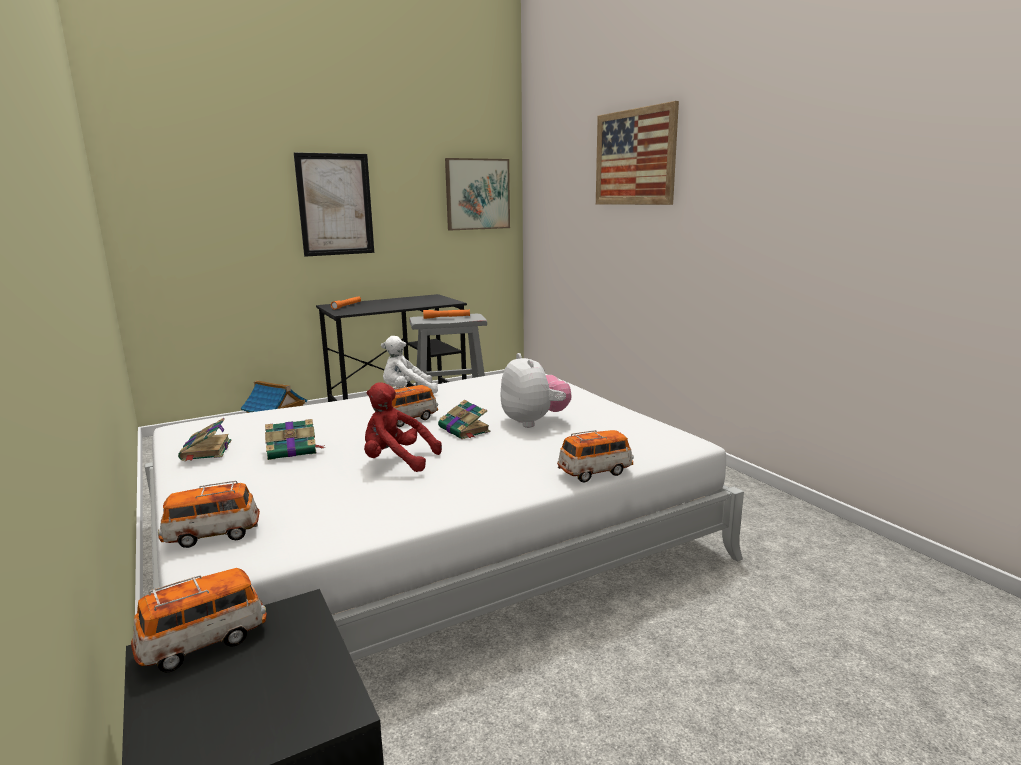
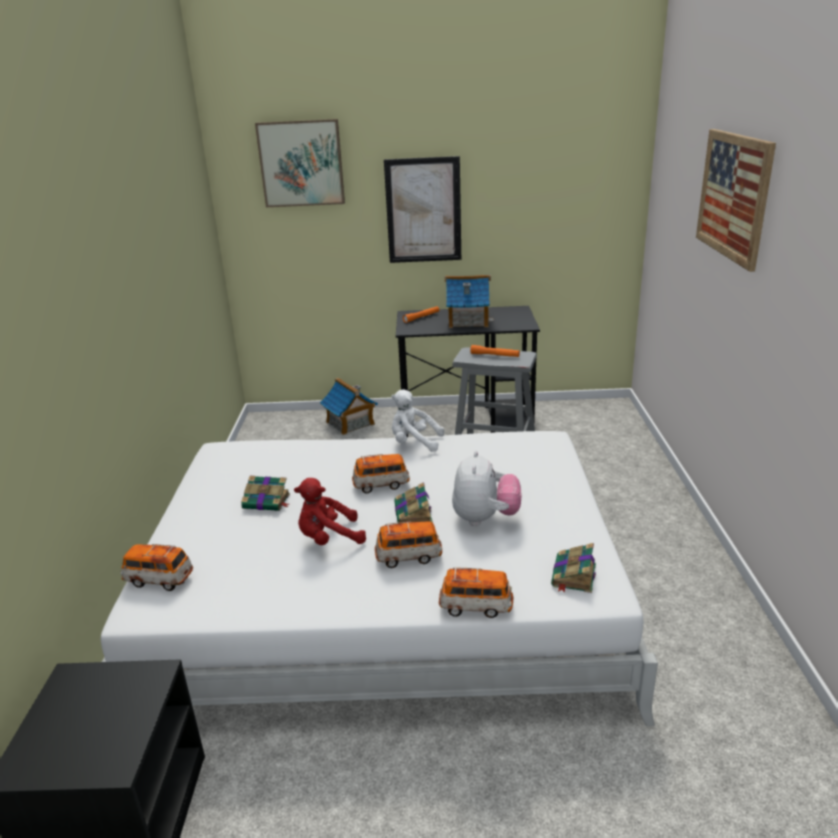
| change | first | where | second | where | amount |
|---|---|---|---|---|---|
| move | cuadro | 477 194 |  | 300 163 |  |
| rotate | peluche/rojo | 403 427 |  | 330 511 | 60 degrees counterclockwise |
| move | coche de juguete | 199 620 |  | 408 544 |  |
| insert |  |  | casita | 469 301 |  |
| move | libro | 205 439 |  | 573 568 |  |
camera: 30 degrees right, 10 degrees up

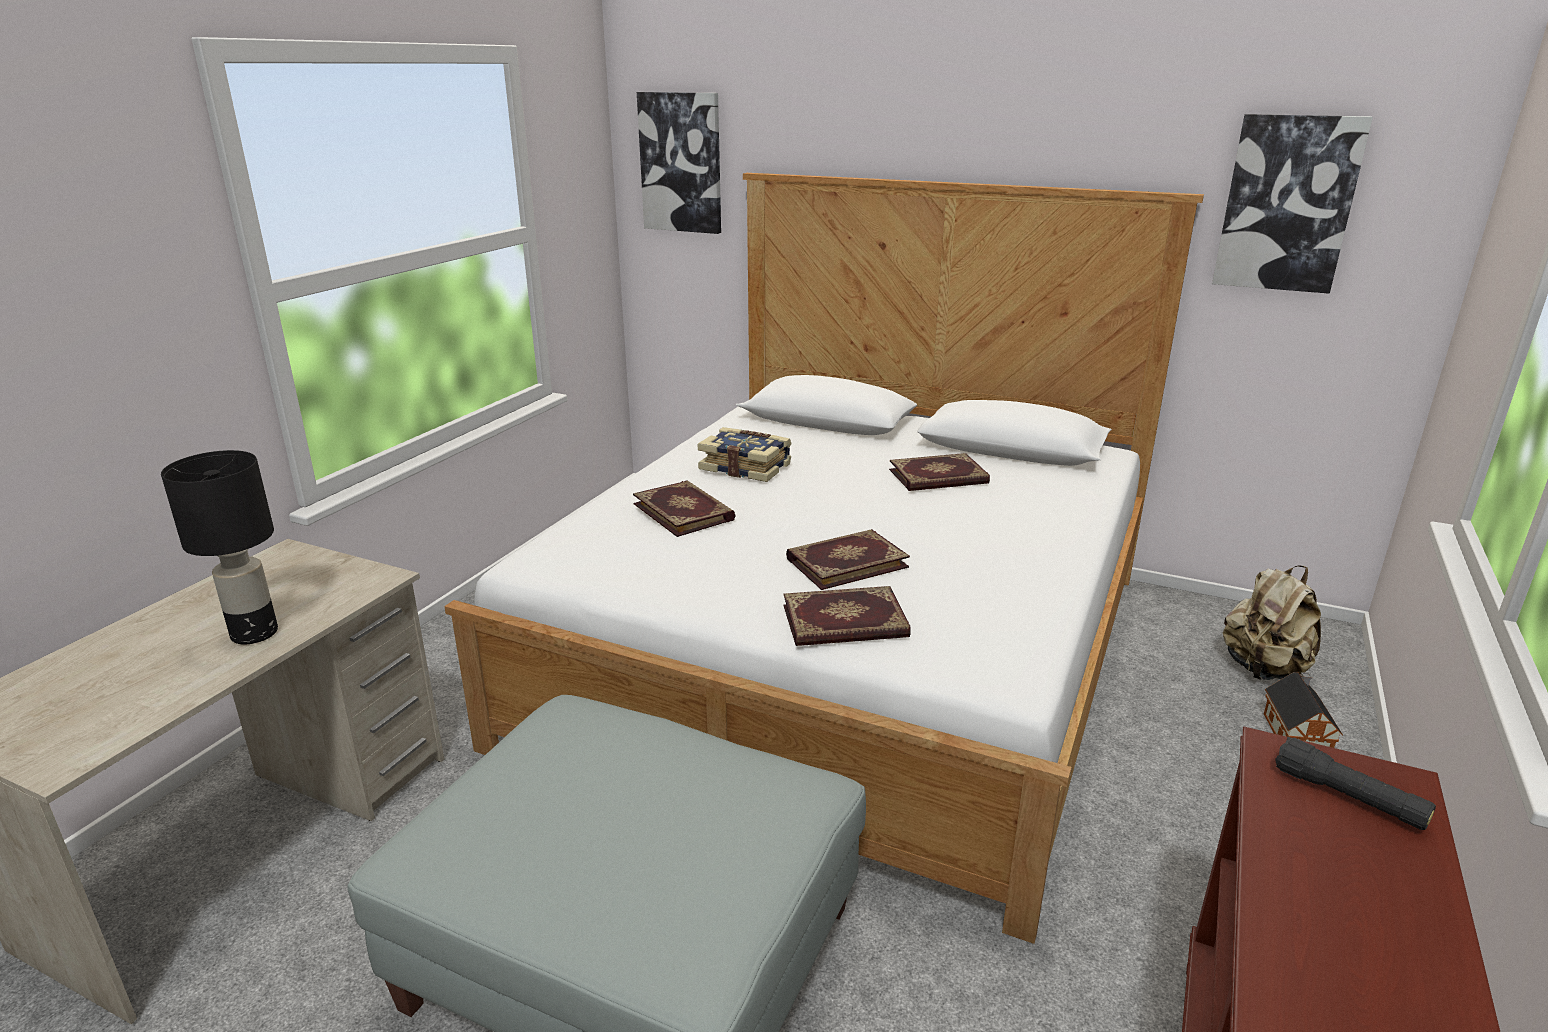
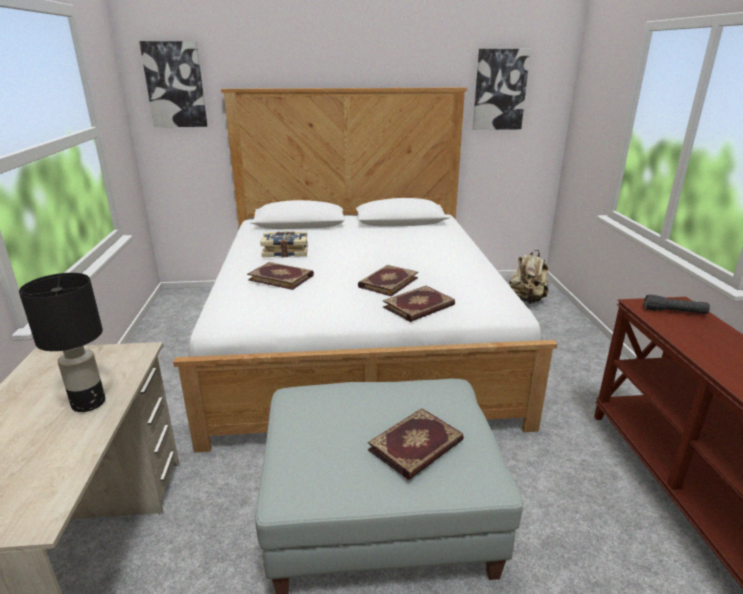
| change | first | where | second | where | amount |
|---|---|---|---|---|---|
| move | libro | 939 472 |  | 416 444 |  |
| delete | casita | 1303 710 |  |  |  |
camera: 30 degrees left, 0 degrees up

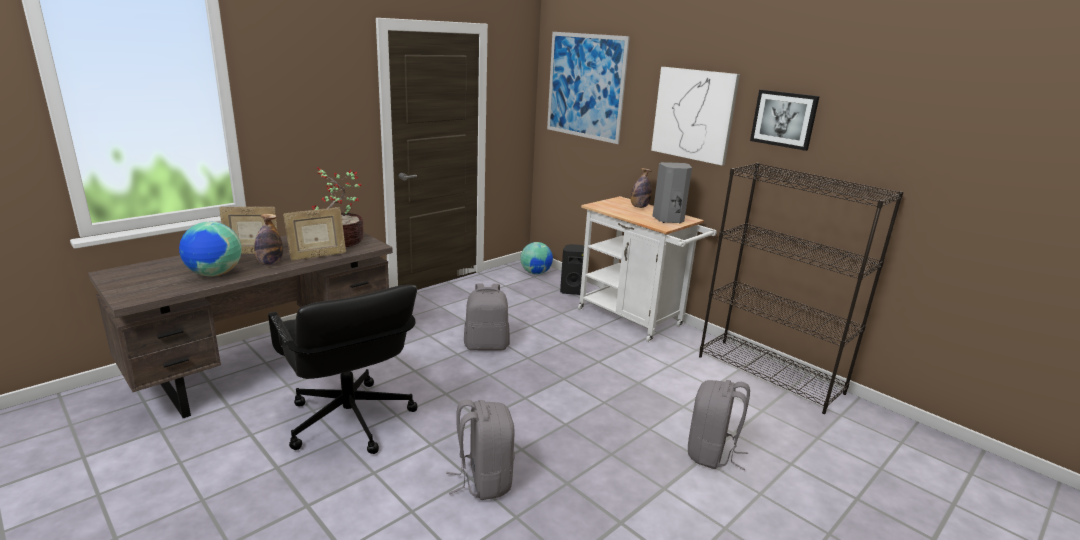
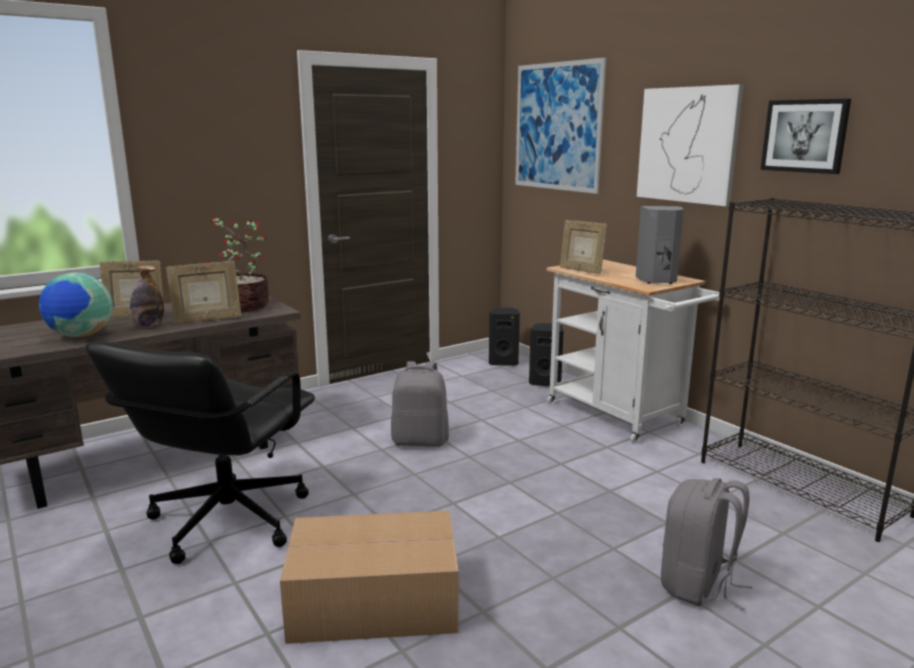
| change | first | where | second | where | amount |
|---|---|---|---|---|---|
| rotate | silla de oficina/negro | 343 369 |  | 200 453 | 45 degrees clockwise |
| replace | mochila/gris | 480 449 | caja de cartón | 369 577 |  |
| replace | globo terráqueo | 536 258 | altavoz/negro | 504 337 |  |
| insert |  |  | portarretratos | 583 247 |  |
| delete | botella | 641 188 |  |  |  |
camera: 10 degrees right, 5 degrees down

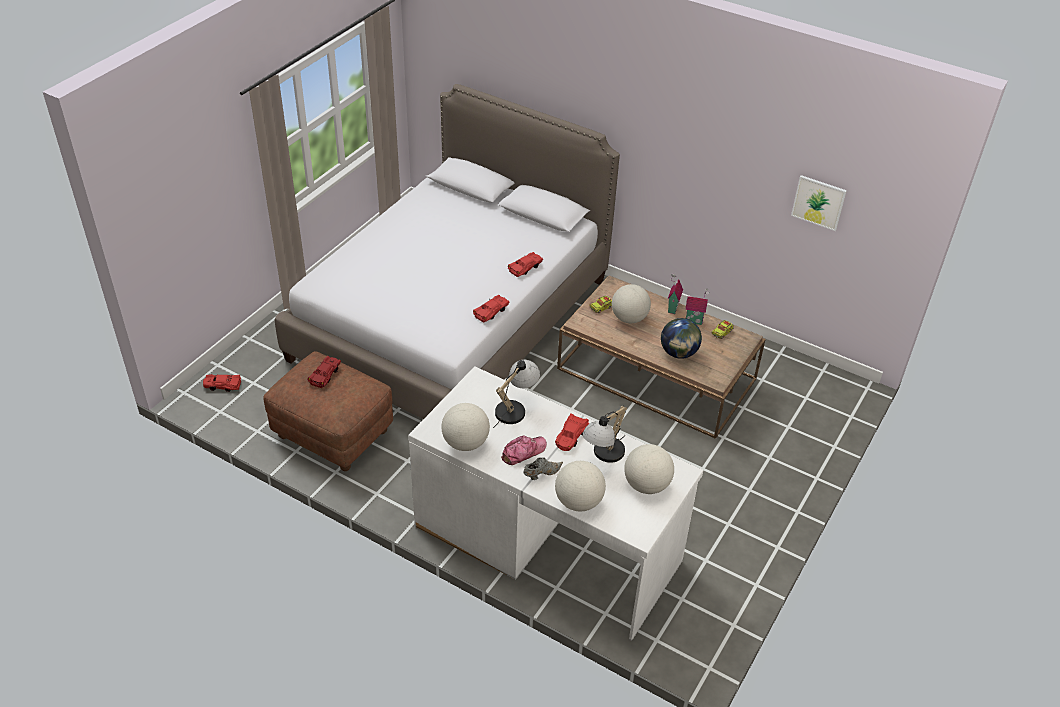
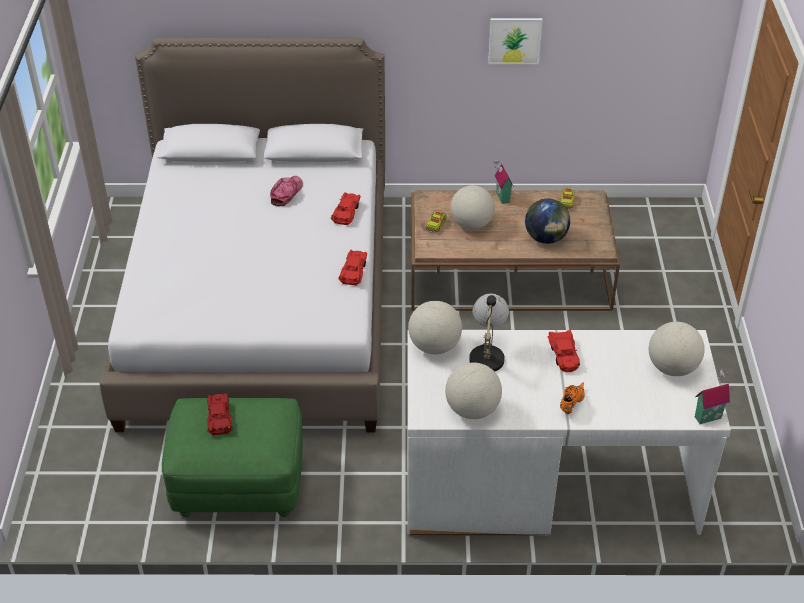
| change | first | where | second | where | amount |
|---|---|---|---|---|---|
| recolor | puf/marrón | 328 411 | puf/verde | 232 457 |  |
| move | gorra | 524 450 |  | 286 191 |  |
| move | globo terráqueo | 580 486 |  | 435 327 |  |
| move | cuadro | 819 203 |  | 515 41 |  |
| recolor | zapato/gris | 543 468 | zapato/naranja | 572 398 |  |
| move | casita | 697 307 |  | 712 396 |  |
| delete | coche de juguete/rojo | 222 383 |  |  |  |
| delete | lámpara de mesa | 605 434 |  |  |  |
camera: 30 degrees left, 0 degrees up

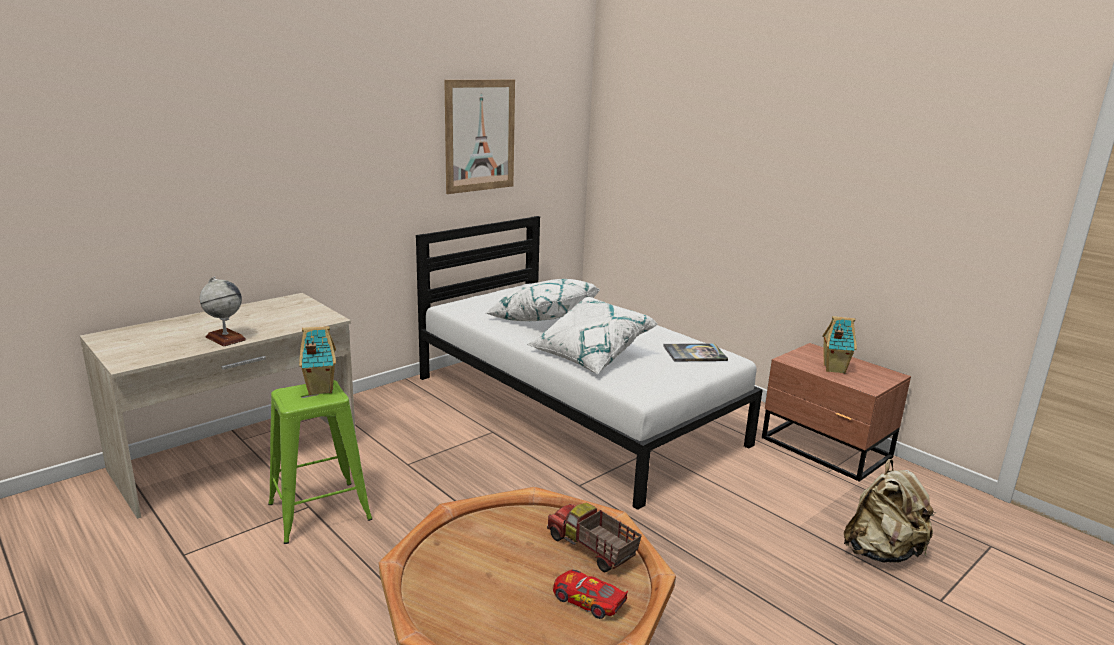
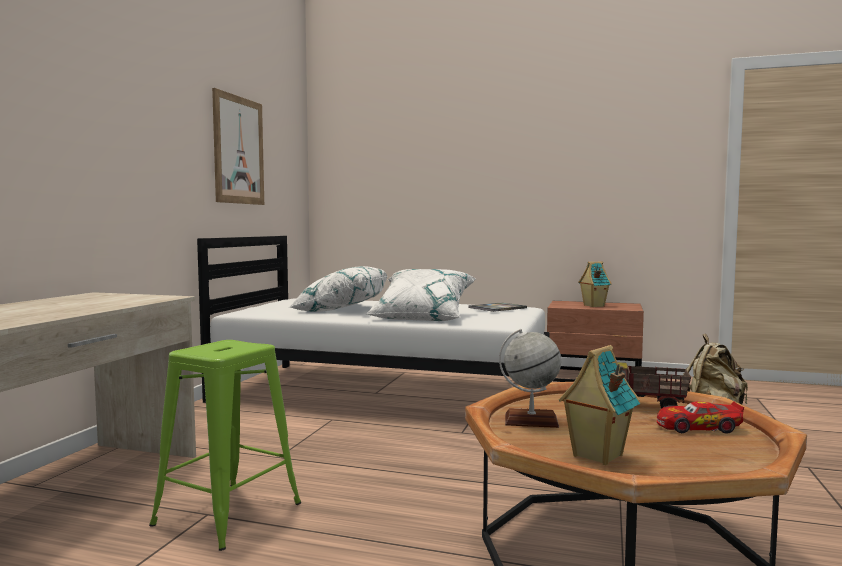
| change | first | where | second | where | amount |
|---|---|---|---|---|---|
| move | globo terráqueo | 223 311 |  | 530 378 |  |
| move | casita | 317 360 |  | 599 405 |  |
camera: 30 degrees left, 15 degrees down

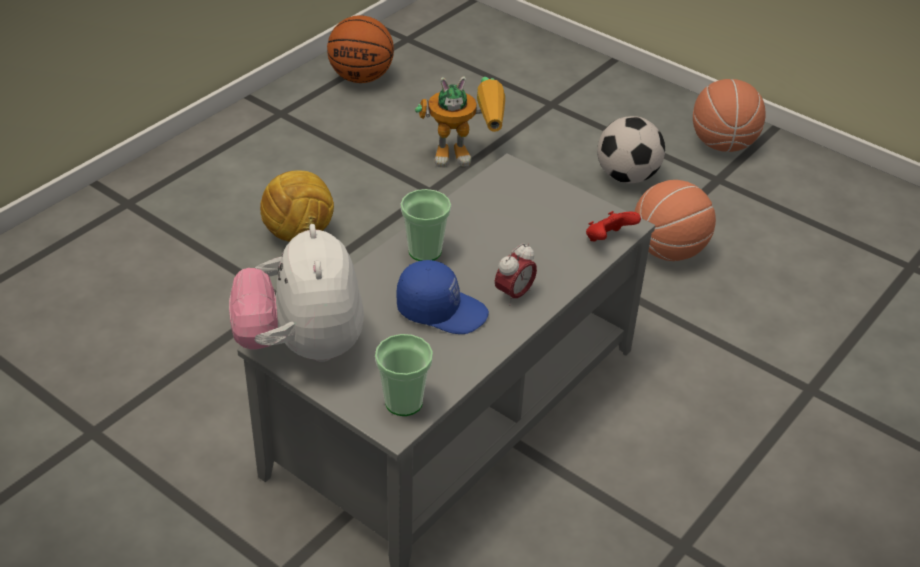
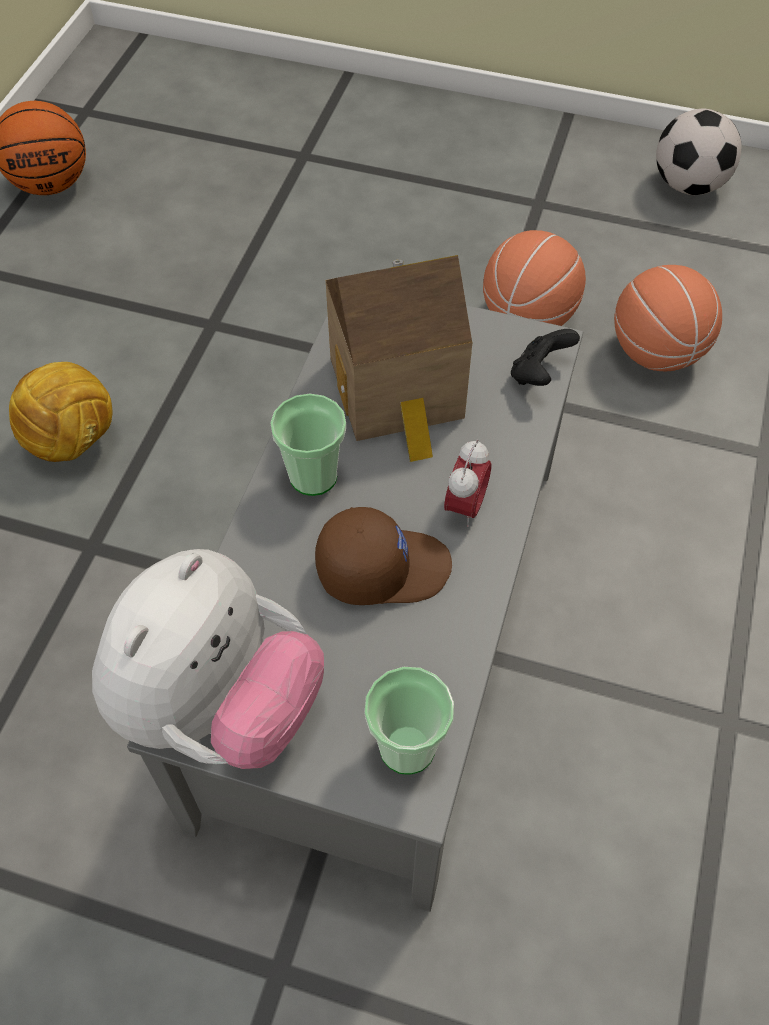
| change | first | where | second | where | amount |
|---|---|---|---|---|---|
| rotate | peluche | 296 293 |  | 208 659 | 120 degrees counterclockwise |
| recolor | gorra/azul | 442 297 | gorra/marrón | 383 556 |  |
| insert |  |  | casita | 399 358 |  |
| recolor | mando de consola/rojo | 613 226 | mando de consola/negro | 545 357 |  |
| move | balón de baloncesto | 729 115 |  | 668 318 |  |
| move | balón de fútbol | 631 149 |  | 698 151 |  |
| delete | robot de juguete | 460 122 |  |  |  |
camera: 20 degrees left, 15 degrees up

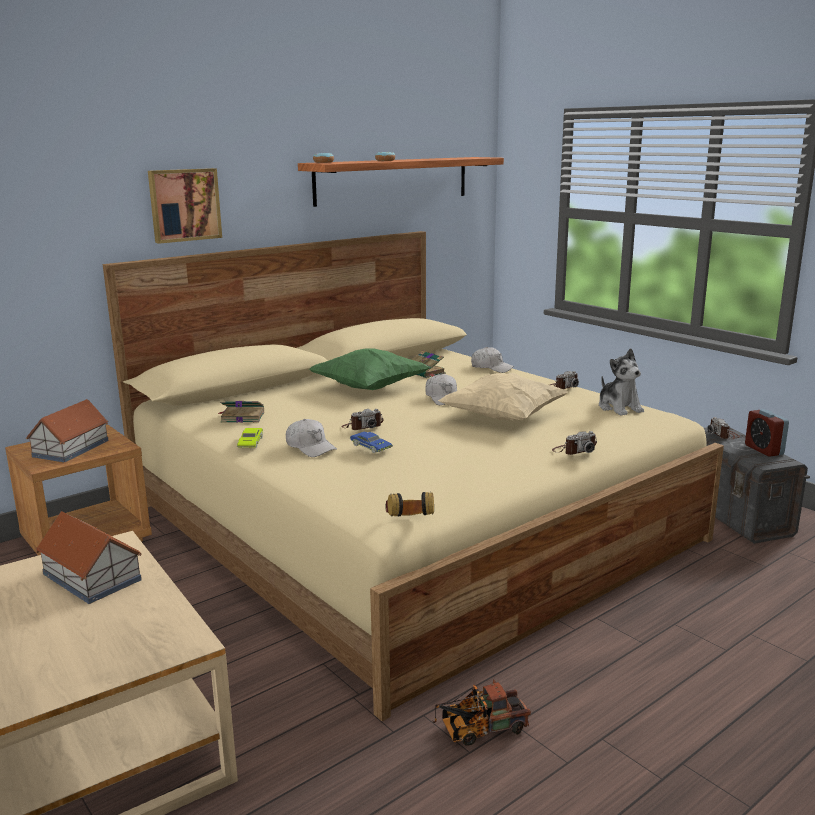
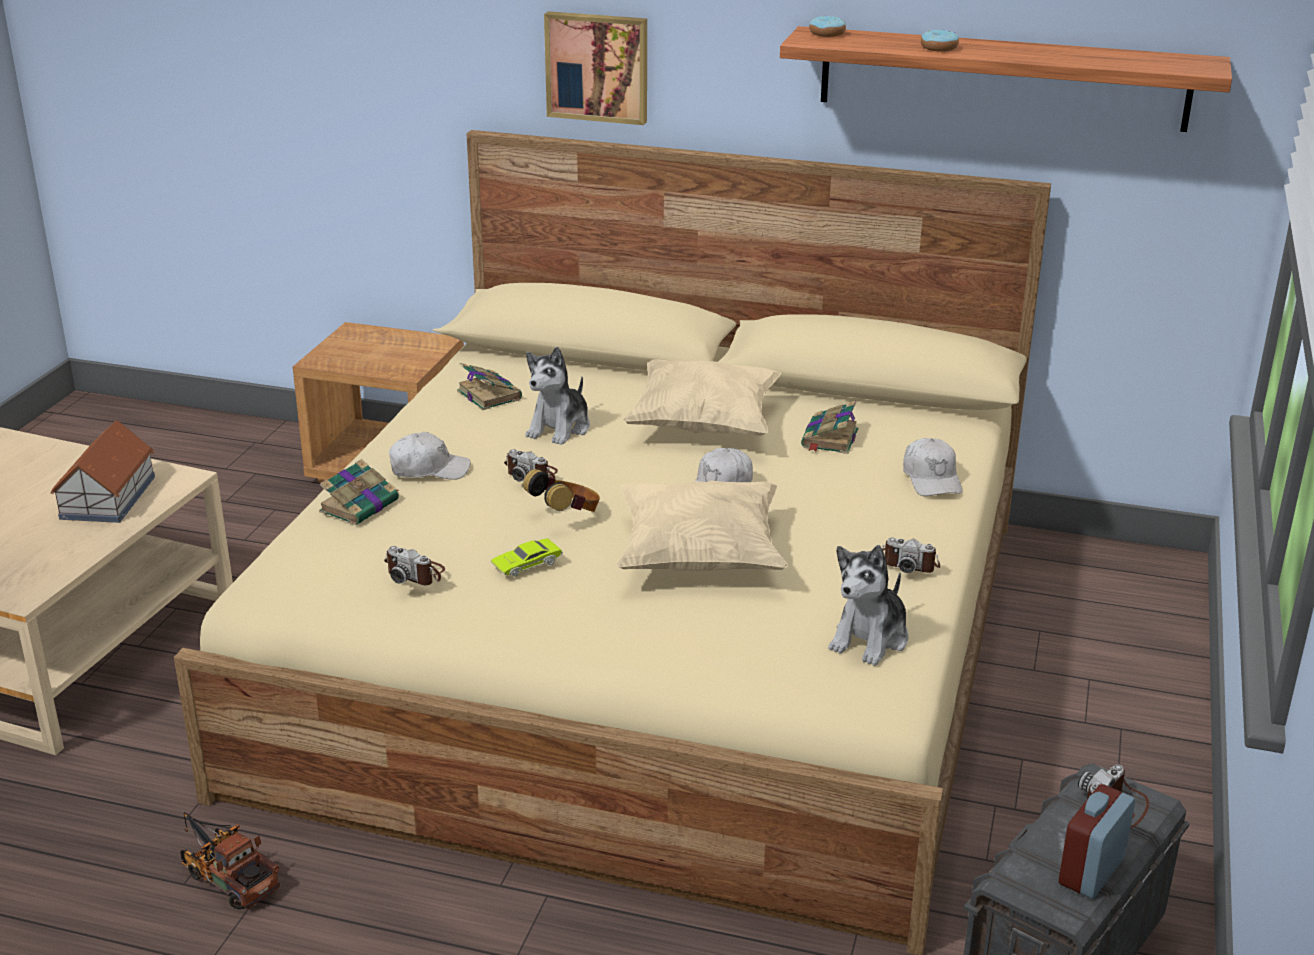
| change | first | where | second | where | amount |
|---|---|---|---|---|---|
| insert |  |  | libro | 359 492 |  |
| move | cámara | 574 443 |  | 414 565 |  |
| rotate | gorra/blanco | 311 438 |  | 429 456 | 105 degrees counterclockwise |
| move | coche de juguete/verde | 250 438 |  | 527 557 |  |
| move | auriculares | 409 504 |  | 561 490 |  |
| insert |  |  | peluche | 557 396 |  |
| recolor | cojín/verde | 369 369 | cojín/beis | 702 398 |  |
| delete | casita | 67 430 |  |  |  |
| delete | coche de juguete/azul | 371 442 |  |  |  |
camera: 55 degrees right, 10 degrees up

